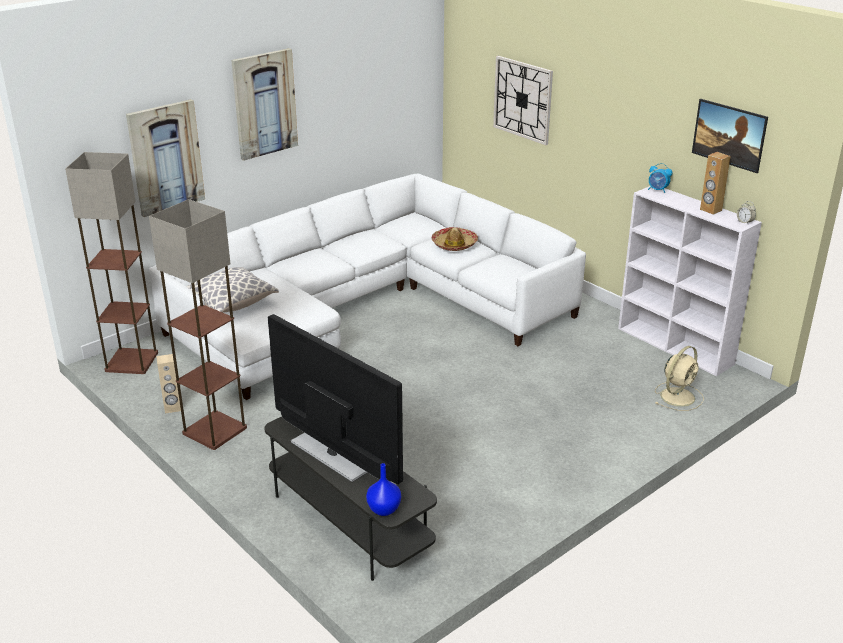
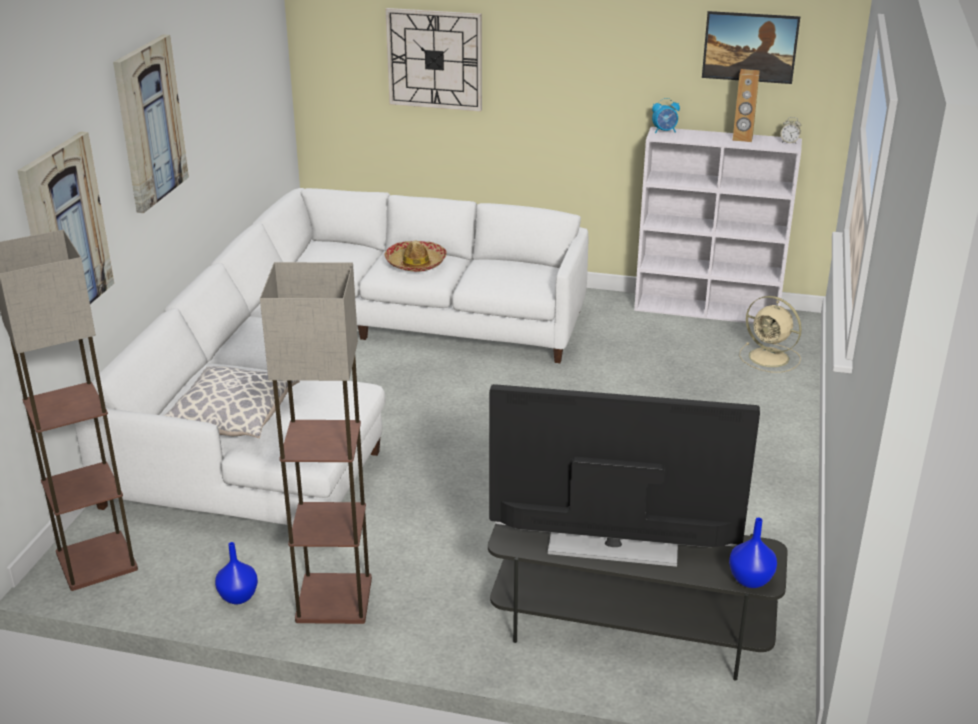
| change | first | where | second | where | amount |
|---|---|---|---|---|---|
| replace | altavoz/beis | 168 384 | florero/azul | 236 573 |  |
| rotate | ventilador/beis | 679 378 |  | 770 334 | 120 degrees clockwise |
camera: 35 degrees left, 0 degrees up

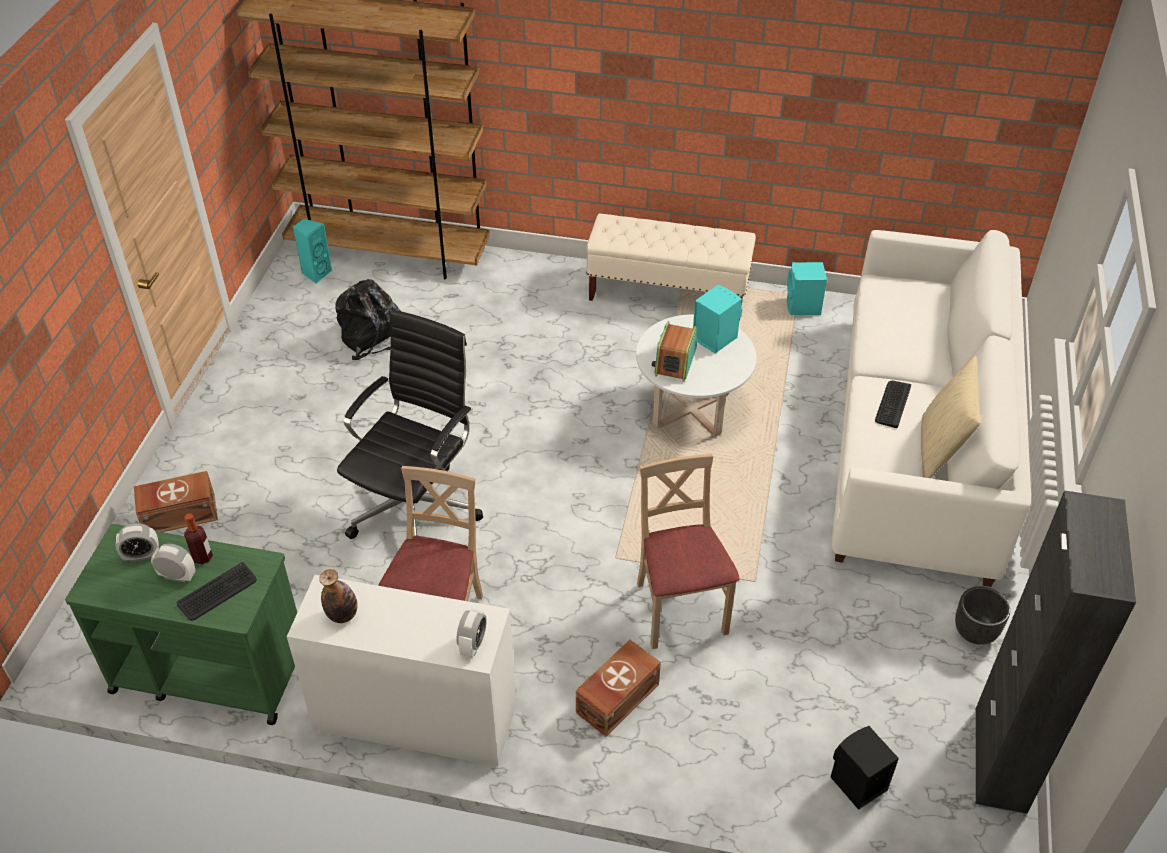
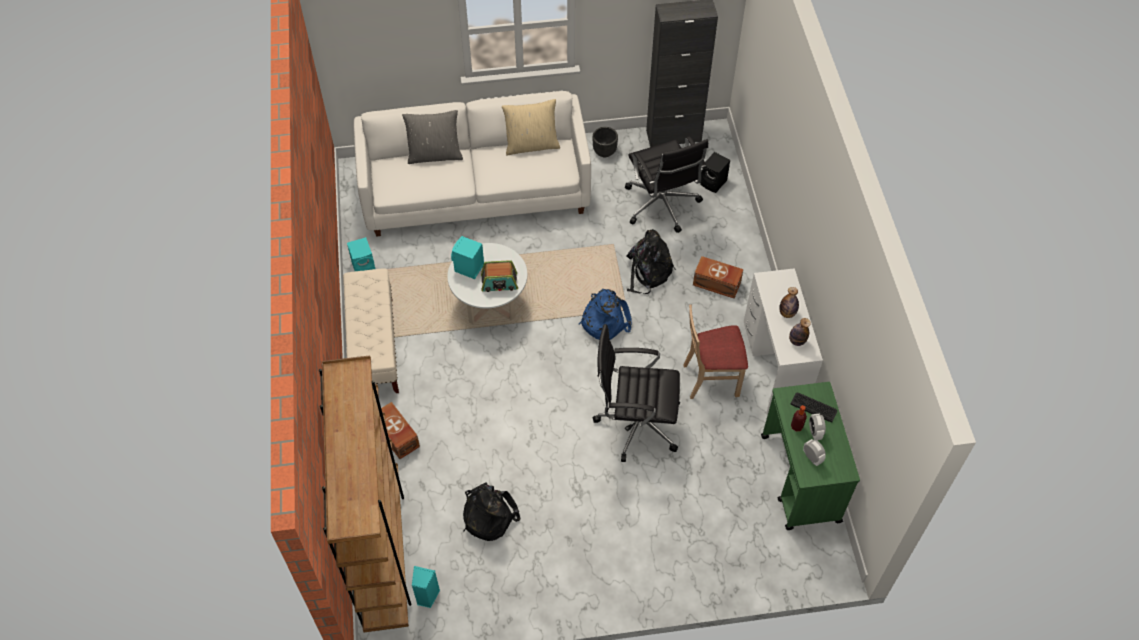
| change | first | where | second | where | amount |
|---|---|---|---|---|---|
| move | caja de almacenaje/marrón | 176 501 |  | 400 430 |  |
| insert |  |  | cojín/gris | 432 137 |  |
| insert |  |  | mochila/azul | 605 314 |  |
| insert |  |  | silla de oficina/negro | 667 184 |  |
| replace | silla/beis | 688 551 | mochila/negro | 651 261 |  |
| insert |  |  | botella | 789 302 |  |
| delete | despertador | 472 633 |  |  |  |
| delete | teclado | 893 404 |  |  |  |
camera: 110 degrees left, 10 degrees up

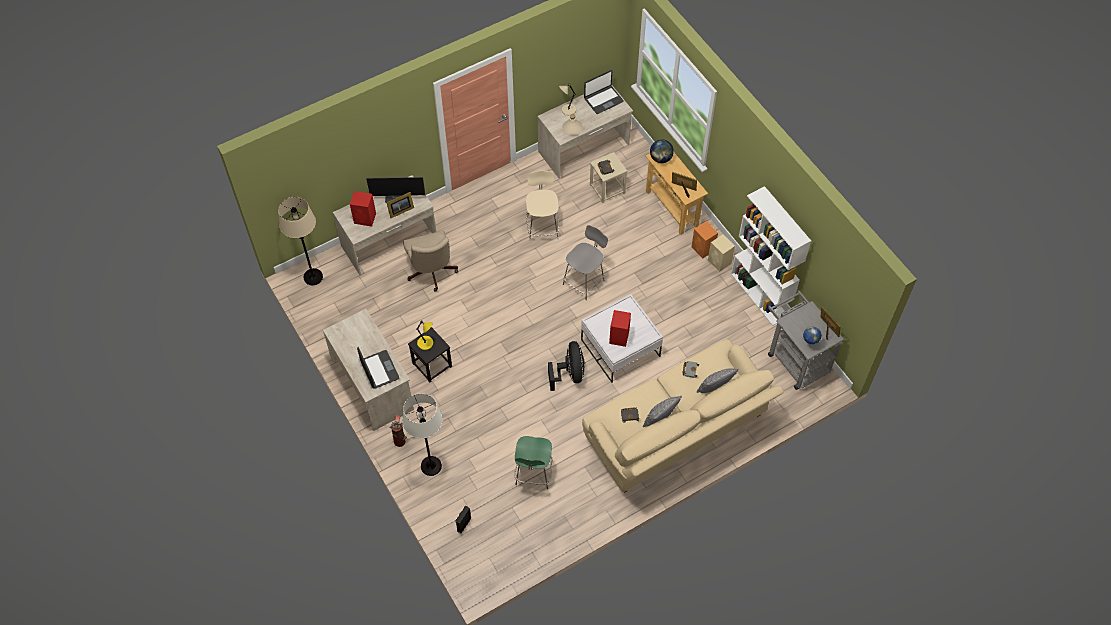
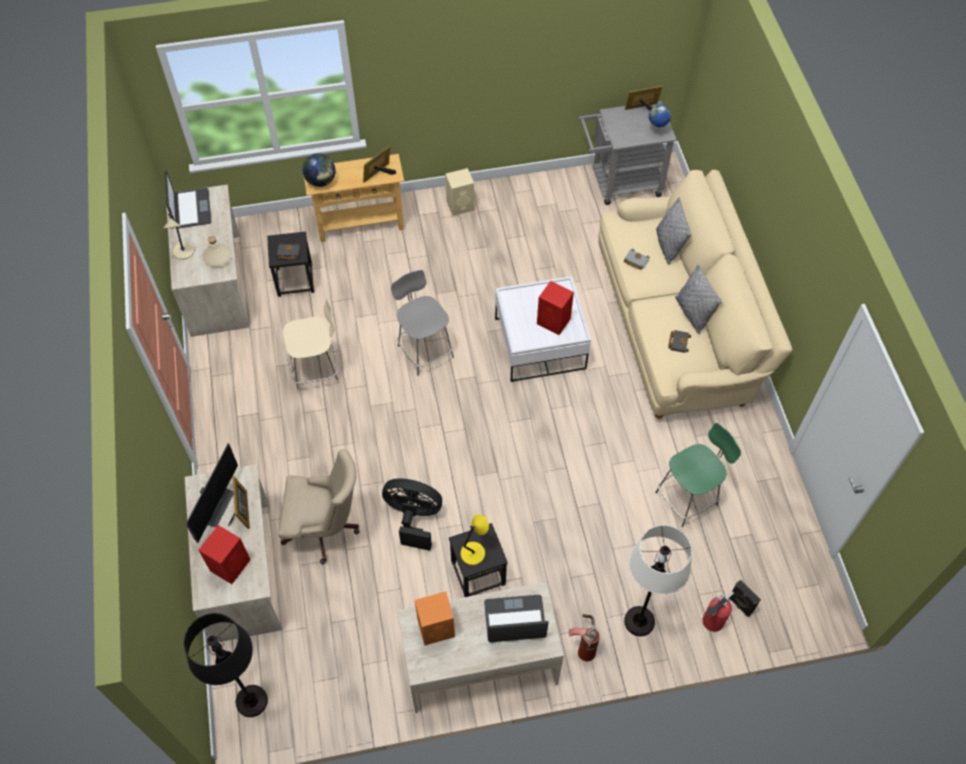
| change | first | where | second | where | amount |
|---|---|---|---|---|---|
| recolor | lámpara de pie/beis | 300 241 | lámpara de pie/negro | 226 665 |  |
| recolor | taburete/beis | 609 177 | taburete/negro | 290 264 |  |
| rotate | silla/beis | 542 206 |  | 311 345 | 150 degrees clockwise |
| move | ventilador/negro | 566 366 |  | 412 515 |  |
| move | altavoz/naranja | 704 240 |  | 435 618 |  |
| rotate | silla/verde | 533 462 |  | 698 475 | 60 degrees counterclockwise |
| insert |  |  | extintor | 718 612 |  |
| delete | estantería/blanco | 771 256 |  |  |  |
camera: 70 degrees left, 0 degrees up

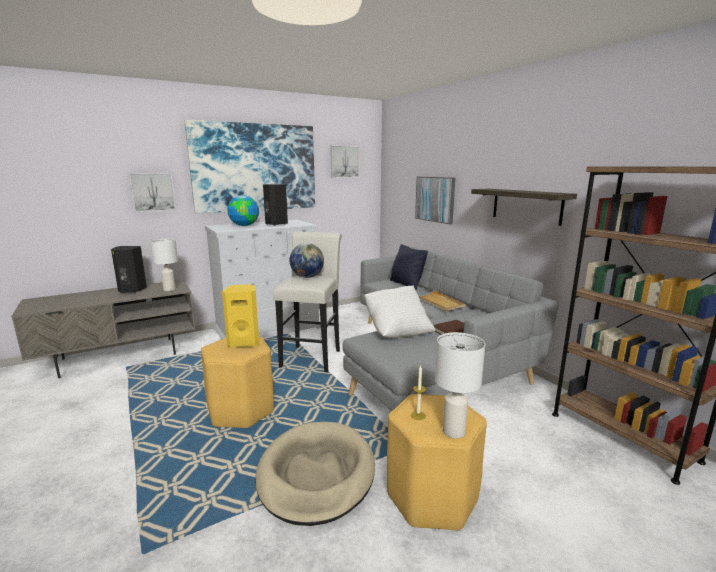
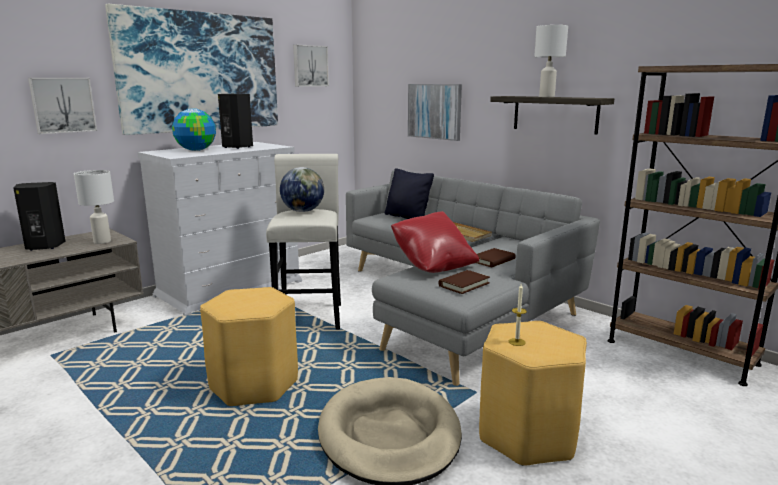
| change | first | where | second | where | amount |
|---|---|---|---|---|---|
| recolor | cojín/blanco | 399 311 | cojín/rojo | 435 242 |  |
| insert |  |  | libro/marrón | 464 282 |  |
| move | lámpara de mesa/blanco | 460 385 |  | 551 61 |  |
| delete | altavoz/amarillo | 240 315 |  |  |  |
camera: 15 degrees left, 0 degrees up

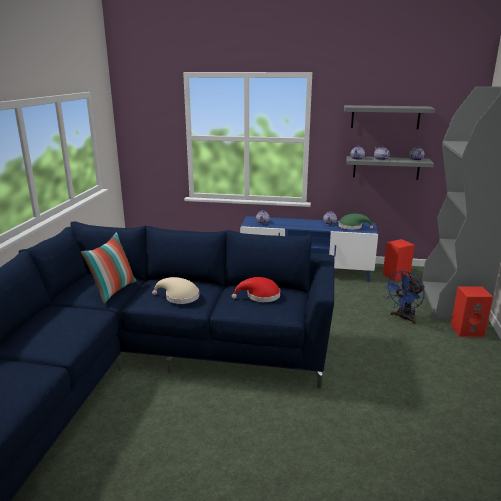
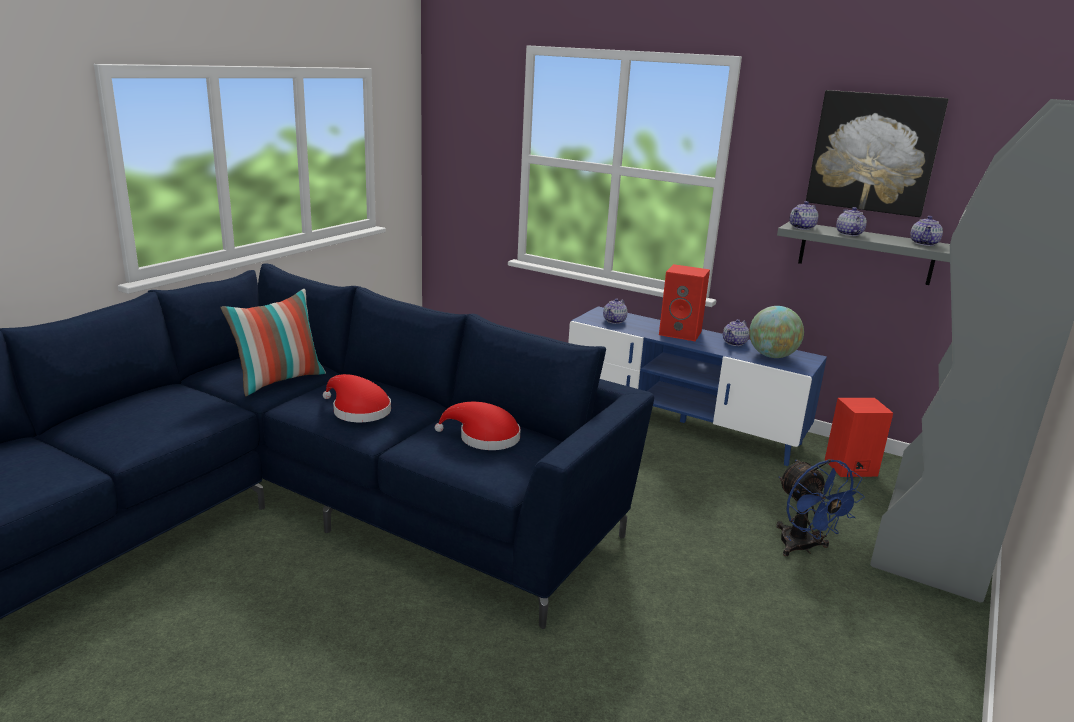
| change | first | where | second | where | amount |
|---|---|---|---|---|---|
| recolor | sombrero/beis | 175 290 | sombrero/rojo | 357 398 |  |
| move | altavoz/rojo | 472 311 |  | 684 302 |  |
| replace | sombrero/verde | 355 221 | globo terráqueo | 776 332 |  |
| rotate | ventilador/azul | 405 297 |  | 820 507 | 90 degrees counterclockwise |
| replace | estante/gris | 389 117 | cuadro | 877 153 |  |
camera: 20 degrees right, 0 degrees up

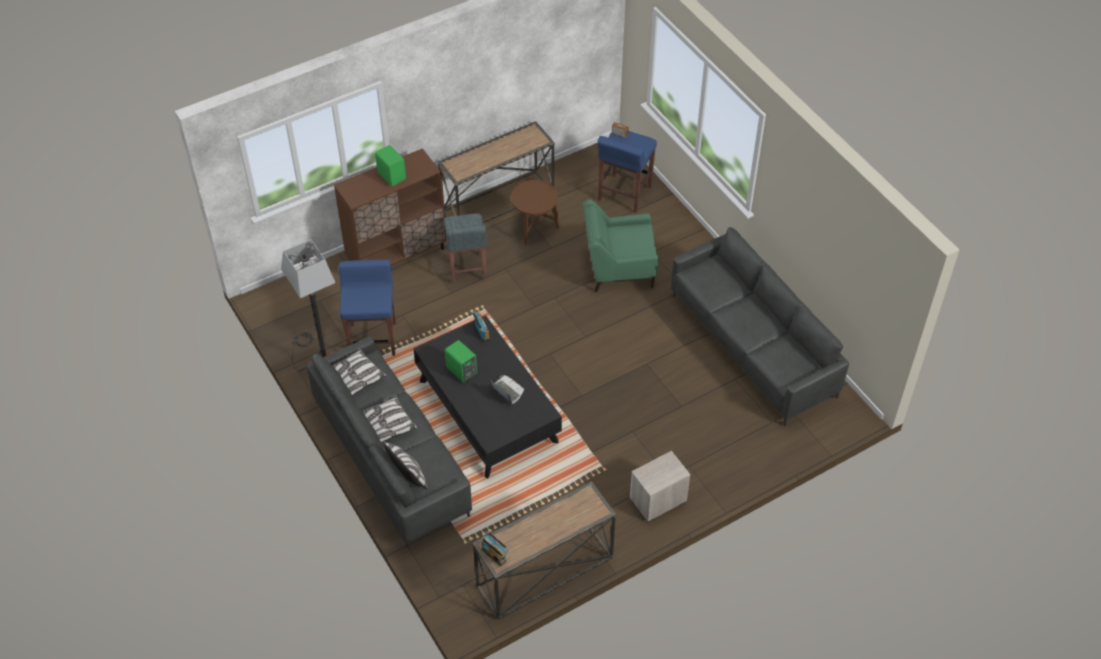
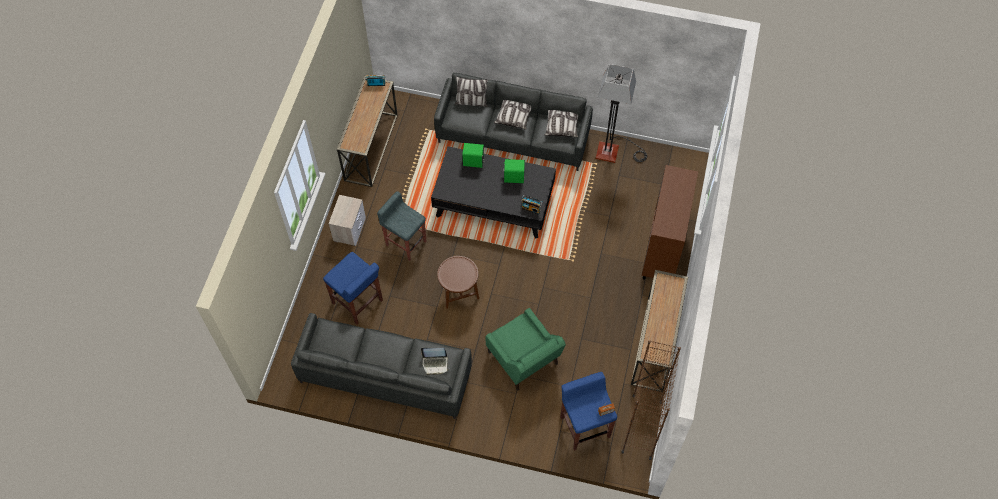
| change | first | where | second | where | amount |
|---|---|---|---|---|---|
| move | taburete/azul | 367 308 |  | 353 288 |  |
| move | taburete/gris | 465 249 |  | 402 226 |  |
| move | portátil | 507 389 |  | 435 361 |  |
| move | mesa auxiliar/marrón | 535 212 |  | 458 282 |  |
| move | altavoz/verde | 390 165 |  | 473 155 |  |
| rotate | sillón/verde | 620 245 |  | 526 349 | 105 degrees clockwise |
| insert |  |  | estantería/marrón | 651 400 |  |
camera: 135 degrees right, 10 degrees up

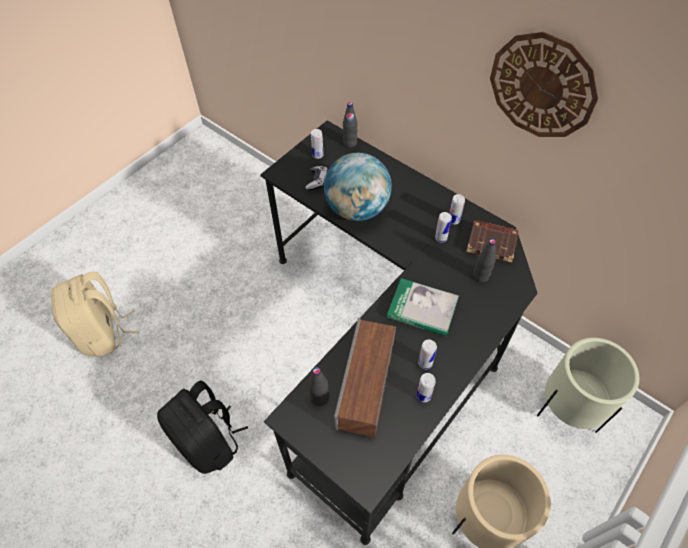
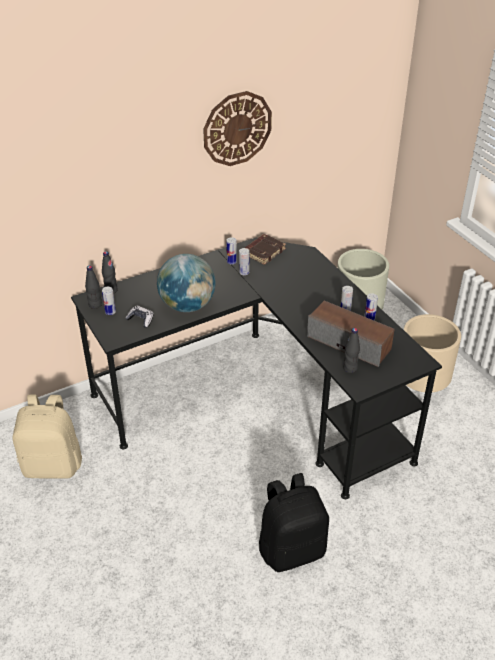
| change | first | where | second | where | amount |
|---|---|---|---|---|---|
| move | mochila/beis | 95 314 |  | 47 437 |  |
| move | botella/negro | 484 260 |  | 93 287 |  |
| delete | libro | 423 307 |  |  |  |
camera: 70 degrees left, 15 degrees down

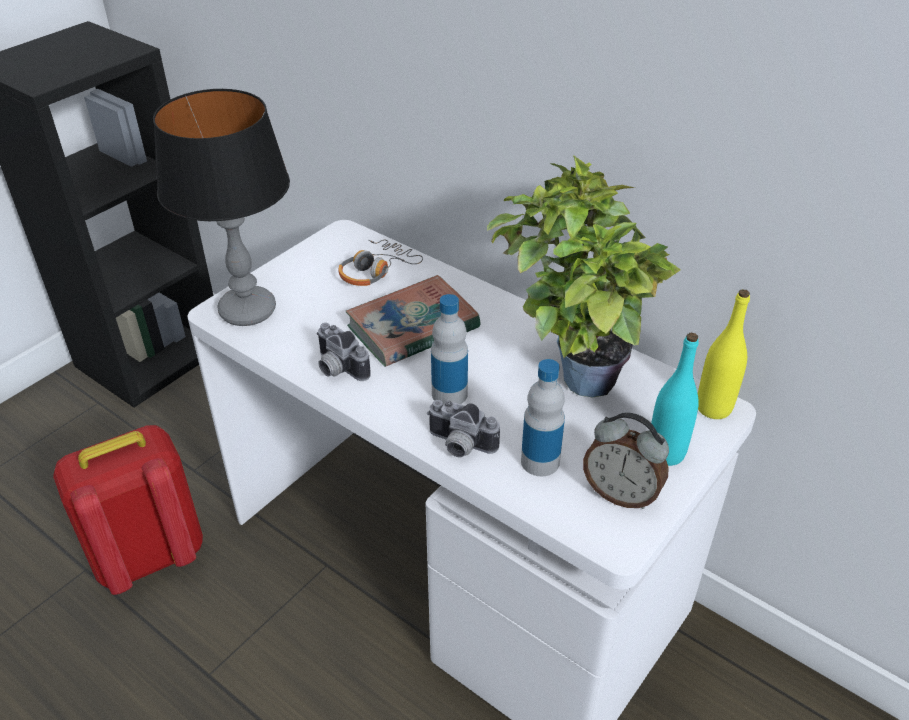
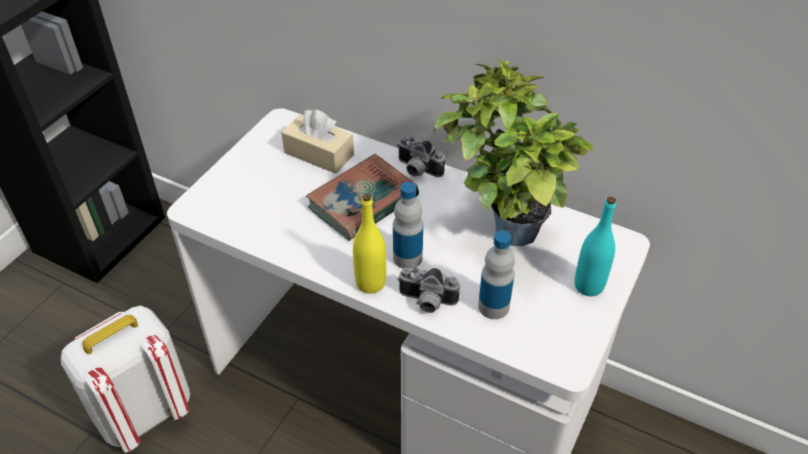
| change | first | where | second | where | amount |
|---|---|---|---|---|---|
| recolor | mochila/rojo | 128 510 | mochila/blanco | 125 379 |  |
| replace | auriculares | 380 262 | caja de pañuelos/beis | 317 141 |  |
| move | botella/amarillo | 724 354 |  | 369 244 |  |
| move | cámara | 343 352 |  | 421 156 |  |
| delete | lámpara de mesa | 221 207 |  |  |  |
| delete | despertador | 626 460 |  |  |  |
camera: 10 degrees left, 5 degrees up

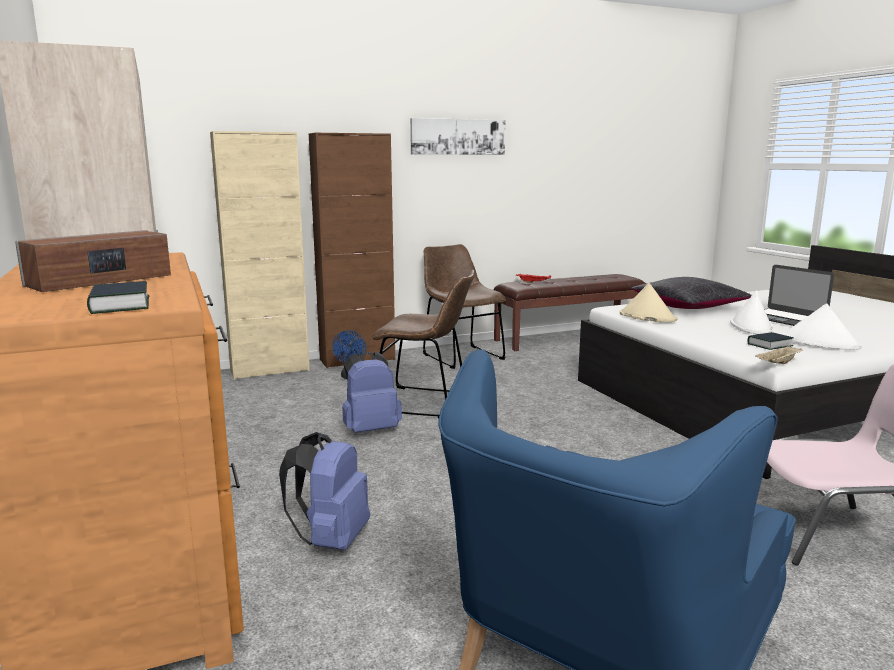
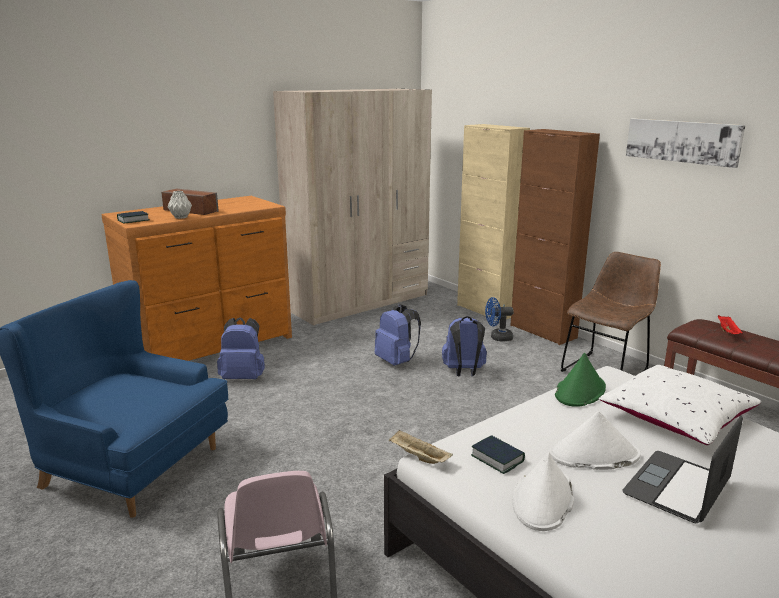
| change | first | where | second | where | amount |
|---|---|---|---|---|---|
| insert |  |  | florero/gris | 180 205 |  |
| replace | silla/marrón | 423 344 | mochila/azul | 464 346 |  |
| recolor | sombrero/beis | 648 302 | sombrero/verde | 580 380 |  |
| recolor | cojín/negro | 691 293 | cojín/blanco | 680 405 |  |
camera: 75 degrees right, 5 degrees up

